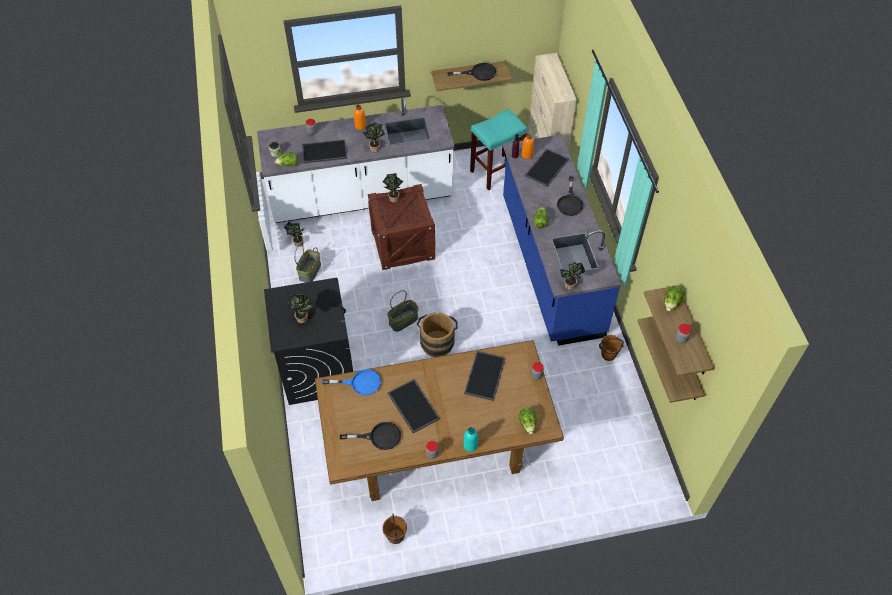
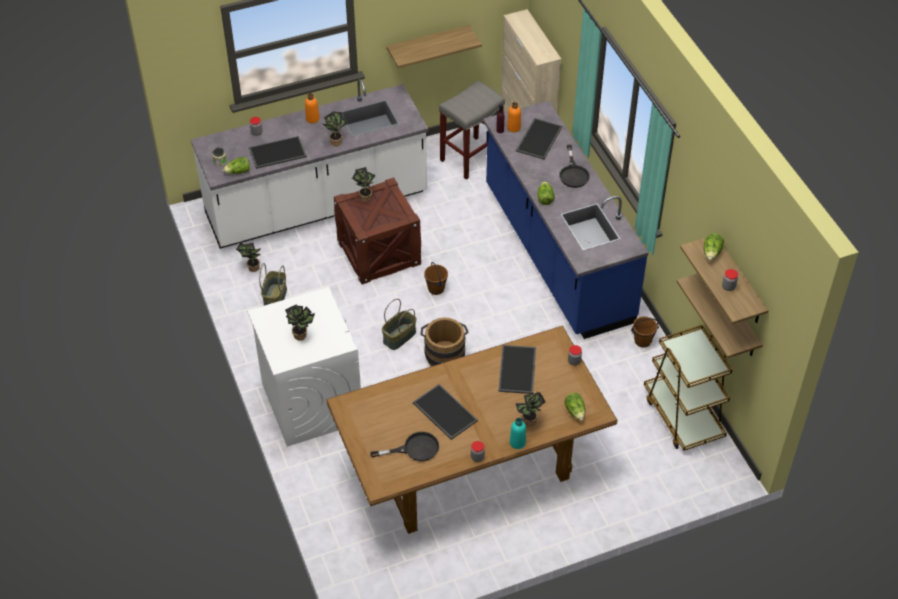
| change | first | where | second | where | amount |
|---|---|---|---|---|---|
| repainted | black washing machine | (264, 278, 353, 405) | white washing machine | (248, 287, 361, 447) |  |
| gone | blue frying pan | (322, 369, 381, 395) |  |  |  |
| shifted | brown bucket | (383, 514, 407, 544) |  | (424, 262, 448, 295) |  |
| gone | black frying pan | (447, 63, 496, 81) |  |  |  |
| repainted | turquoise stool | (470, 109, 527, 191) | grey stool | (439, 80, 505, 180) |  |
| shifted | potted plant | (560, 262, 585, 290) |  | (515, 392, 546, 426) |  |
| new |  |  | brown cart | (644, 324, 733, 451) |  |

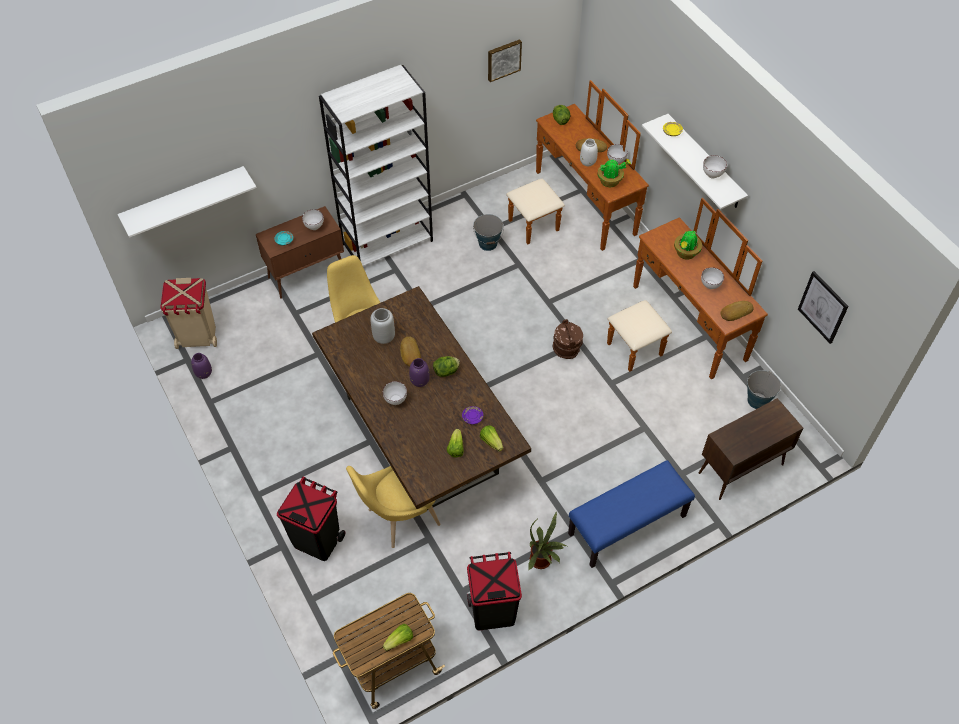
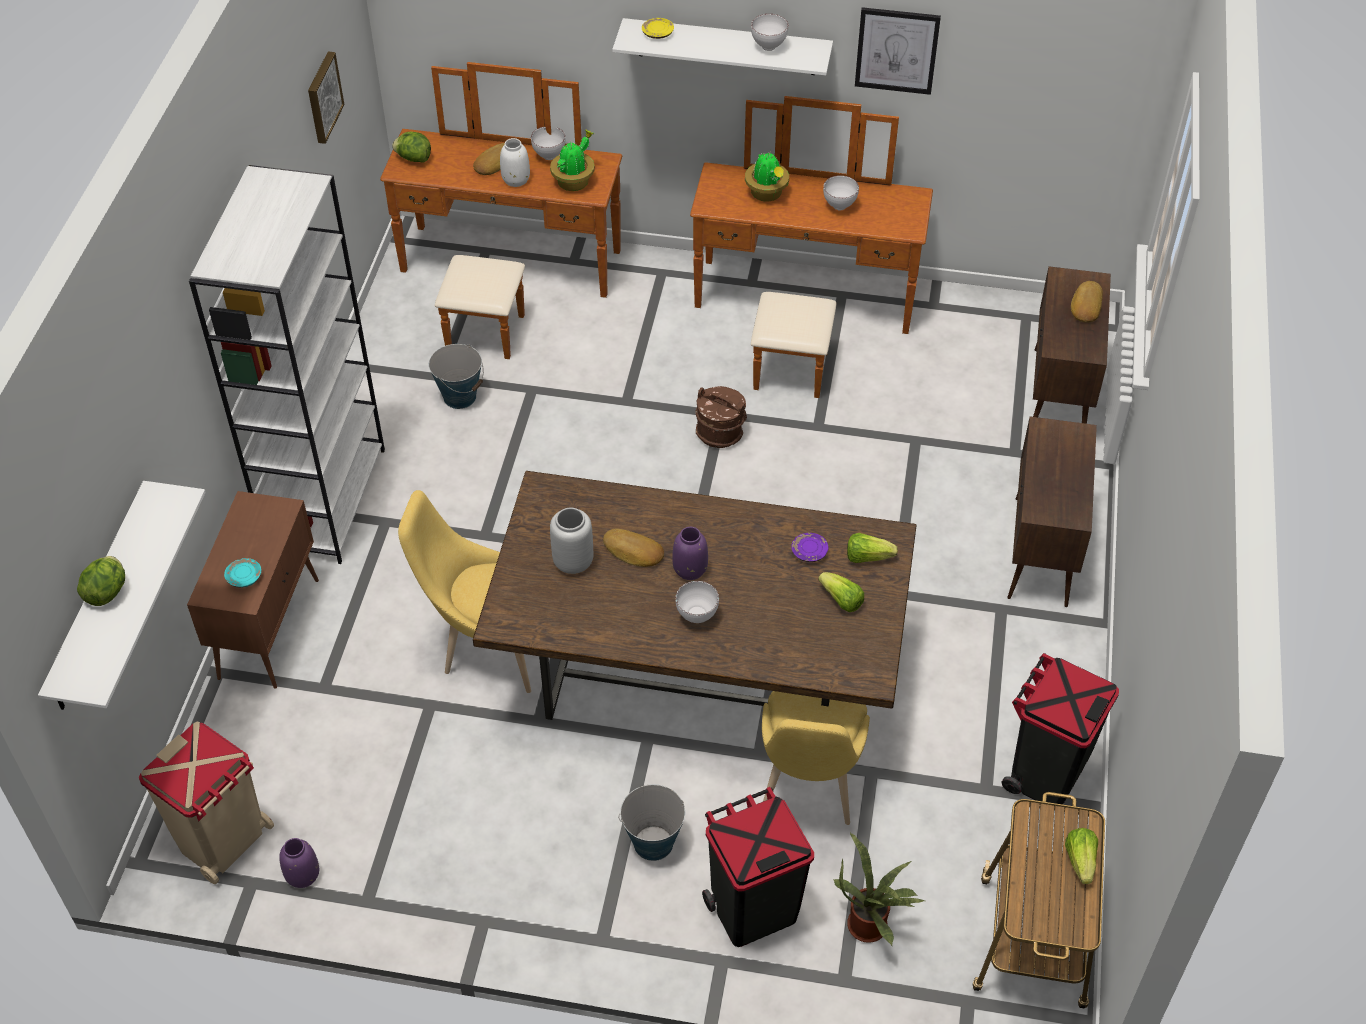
| change | first | where | second | where | amount |
|---|---|---|---|---|---|
| gone | white bowl | (302, 209, 324, 230) |  |  |  |
| shifted | lettuce | (433, 356, 460, 377) |  | (77, 556, 125, 606) |  |
| shifted | potted plant | (528, 512, 567, 571) |  | (833, 833, 925, 946) |  |
| swapped | blue bench | (568, 460, 695, 568) | brown cabinet | (1007, 416, 1097, 607) |  |
| shifted | bread | (720, 301, 754, 321) |  | (1071, 281, 1103, 323) |  |
| shifted | bucket | (747, 370, 781, 409) |  | (618, 784, 685, 861) |  |
| shifted | picture | (798, 271, 849, 344) |  | (855, 7, 941, 95) |  |

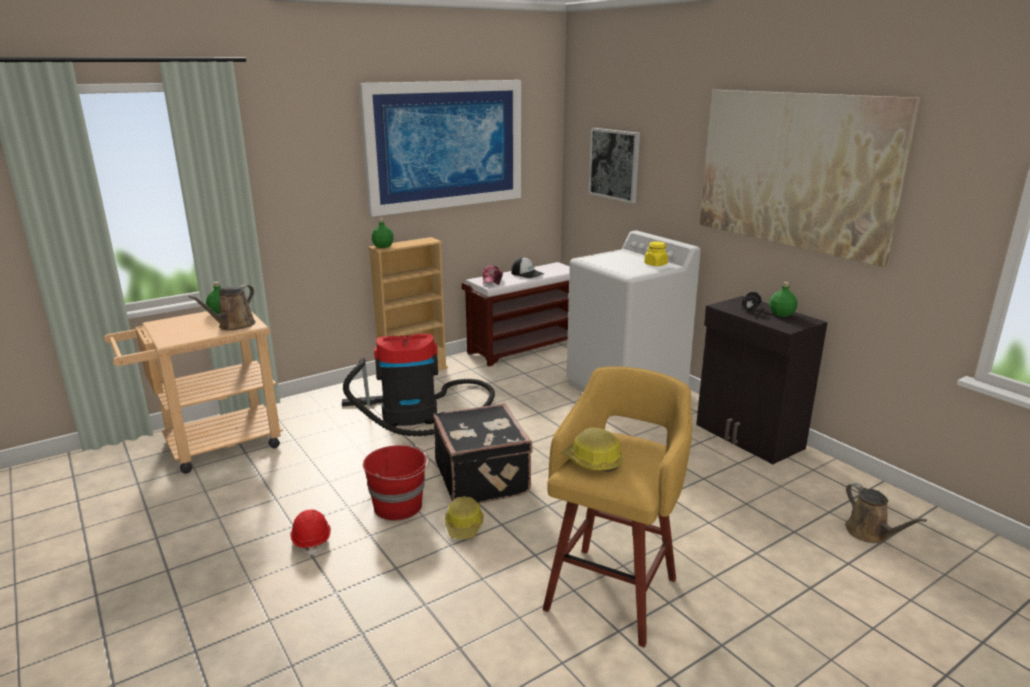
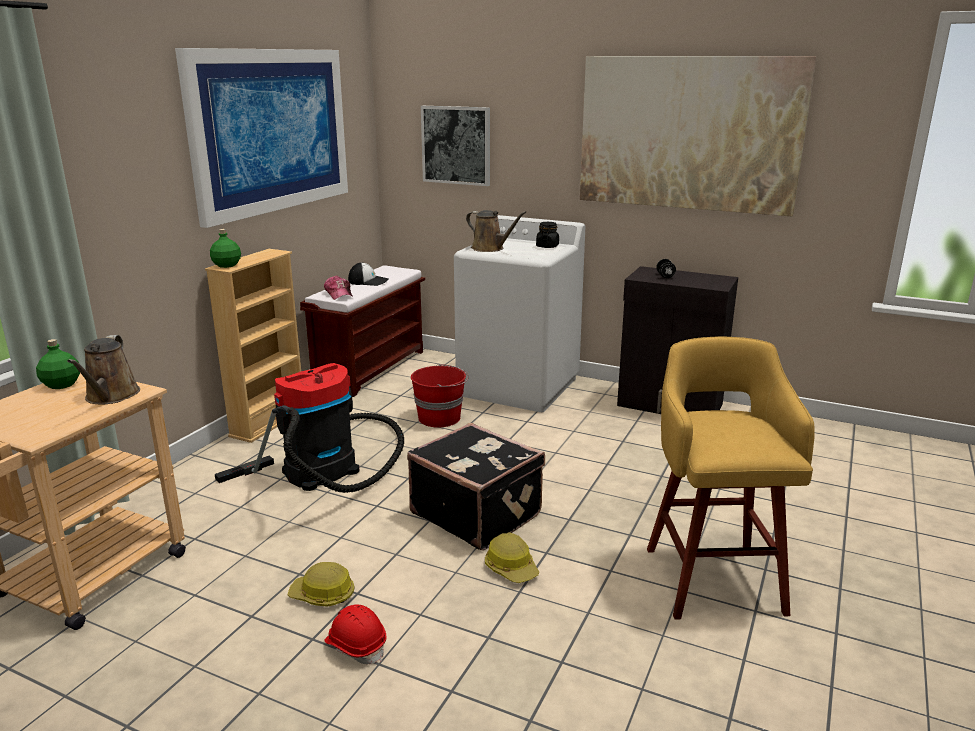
| change | first | where | second | where | amount |
|---|---|---|---|---|---|
| shifted | red bucket | (363, 445, 429, 520) |  | (411, 364, 468, 427) |  |
| shifted | hard hat | (560, 428, 623, 472) |  | (287, 562, 355, 607) |  |
| repainted | yellow jar | (644, 241, 668, 266) | black jar | (536, 222, 559, 248) |  |
| gone | green bottle | (769, 282, 798, 317) |  |  |  |
| shifted | brown watering can | (845, 483, 927, 543) |  | (466, 210, 527, 252) |  |

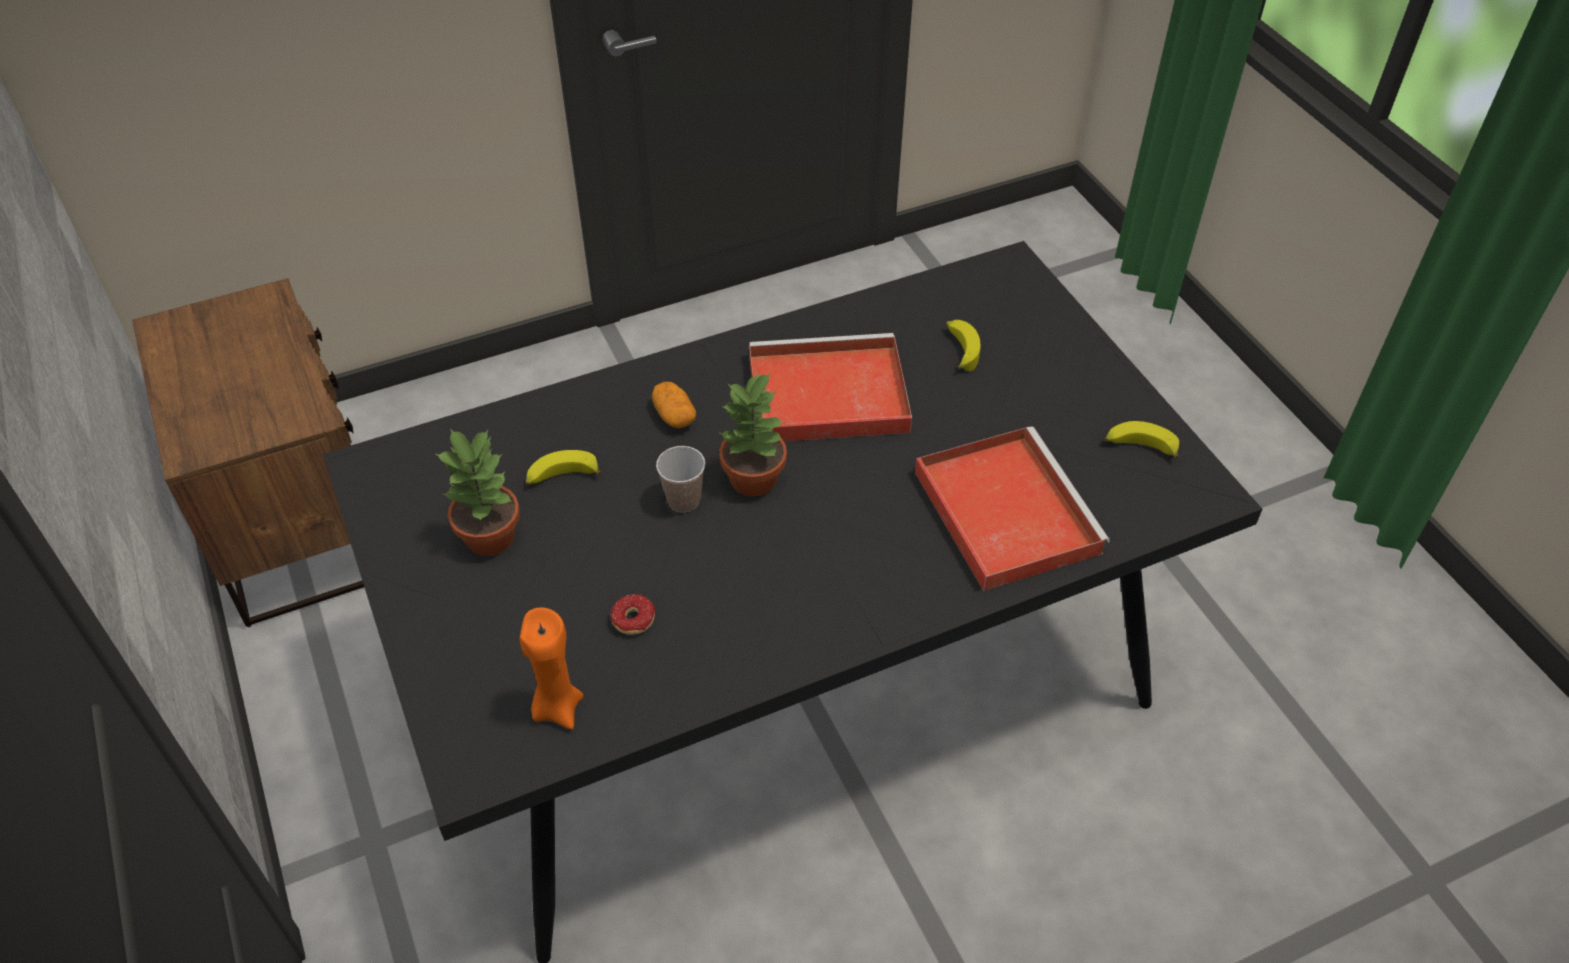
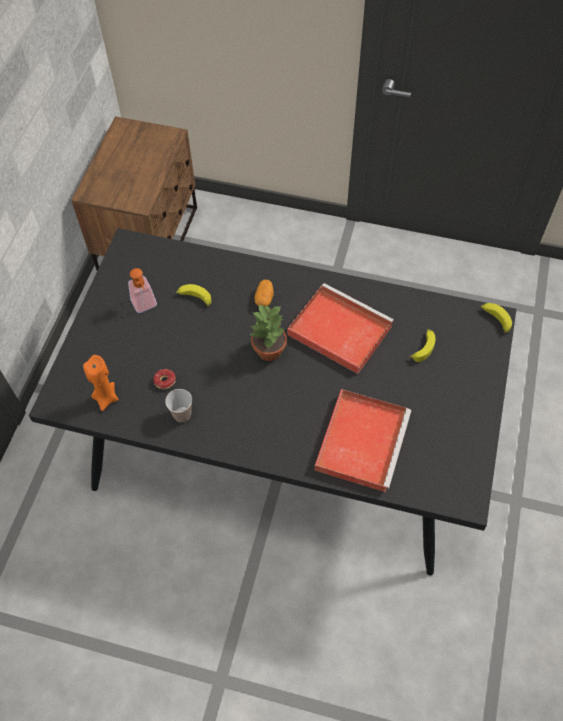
| change | first | where | second | where | amount |
|---|---|---|---|---|---|
| swapped | potted plant | (435, 429, 520, 556) | soap dispenser | (128, 268, 157, 313) |  |
| shifted | cup | (656, 446, 705, 513) |  | (165, 389, 192, 423) |  |
| shifted | banana | (1105, 421, 1179, 458) |  | (481, 303, 512, 334) |  |

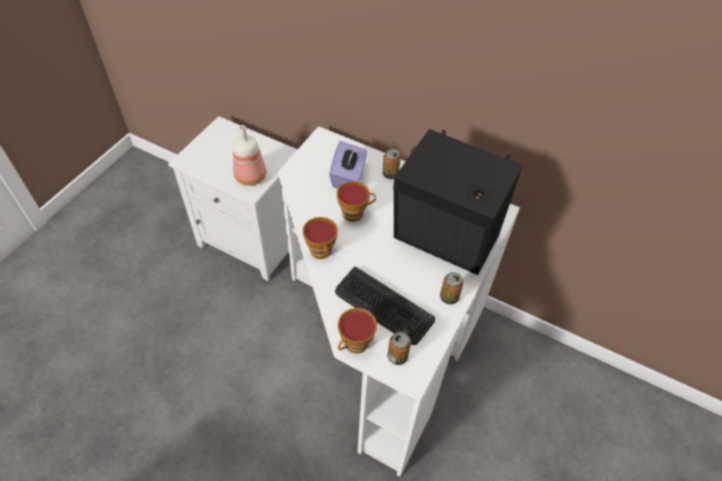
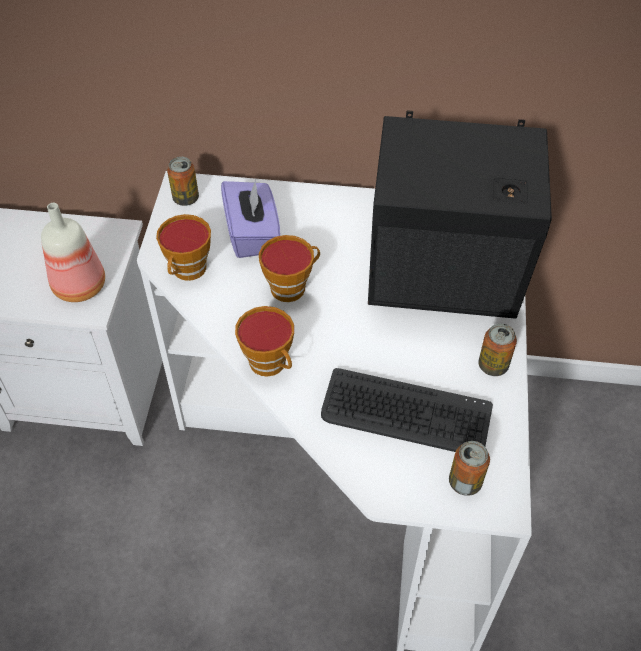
| change | first | where | second | where | amount |
|---|---|---|---|---|---|
| shifted | cup | (338, 308, 377, 354) |  | (156, 214, 211, 281) |  |
| shifted | can | (383, 149, 401, 179) |  | (167, 157, 199, 206) |  |

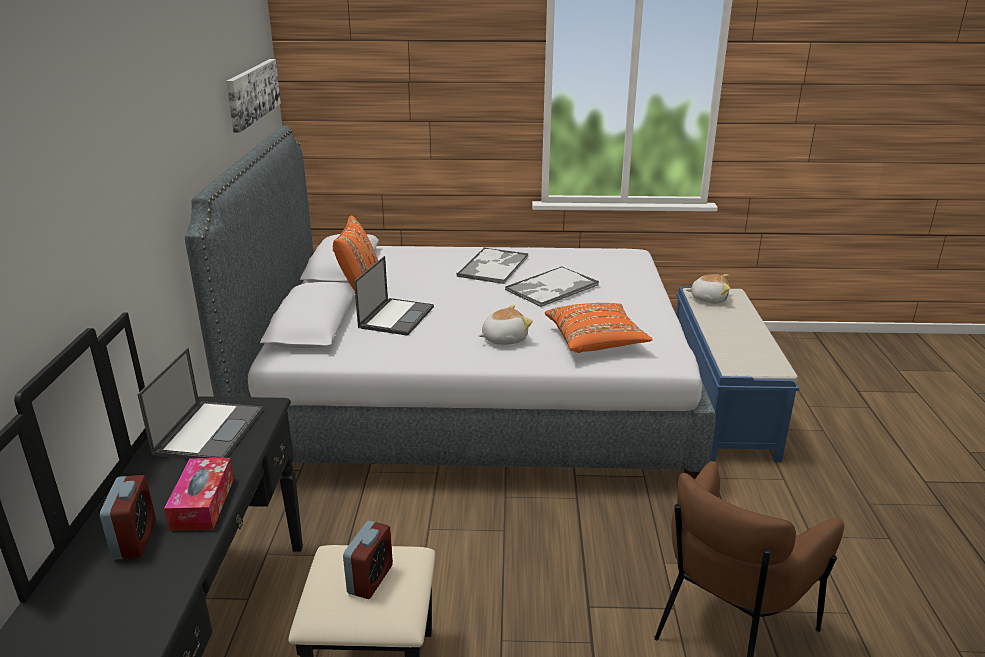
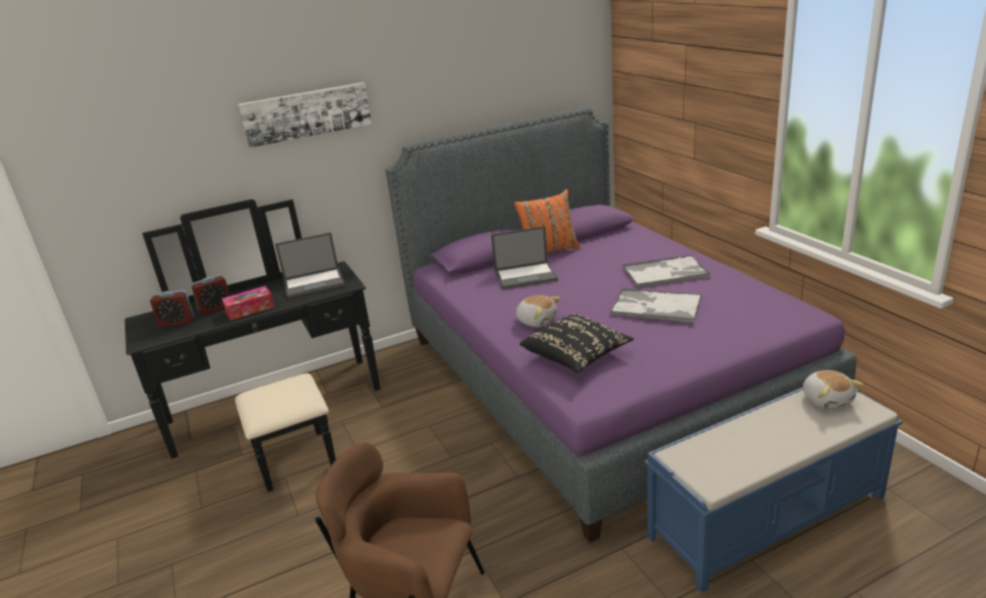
| change | first | where | second | where | amount |
|---|---|---|---|---|---|
| repainted | grey bed | (185, 126, 716, 480) | purple bed | (386, 108, 856, 543) |  |
| shifted | picture | (226, 59, 281, 133) |  | (238, 82, 372, 148) |  |
| shifted | alarm clock | (343, 521, 393, 599) |  | (150, 290, 194, 328) |  |
| repainted | orange pillow | (545, 303, 653, 353) | black pillow | (520, 313, 634, 373) |  |

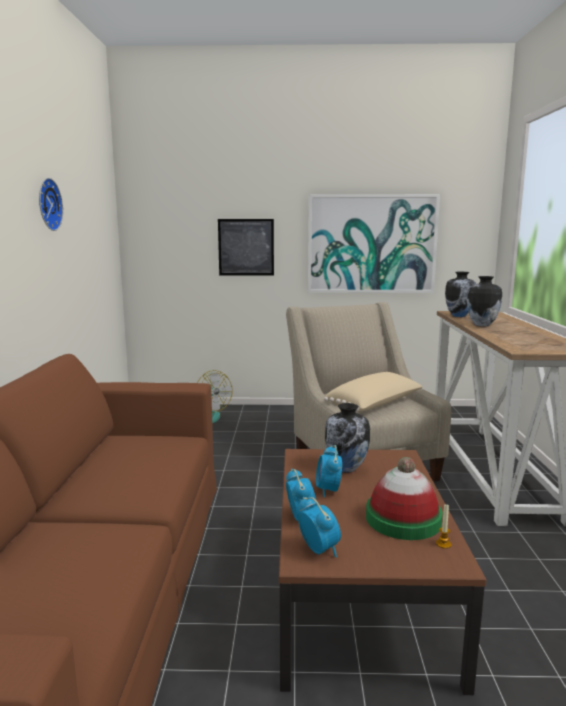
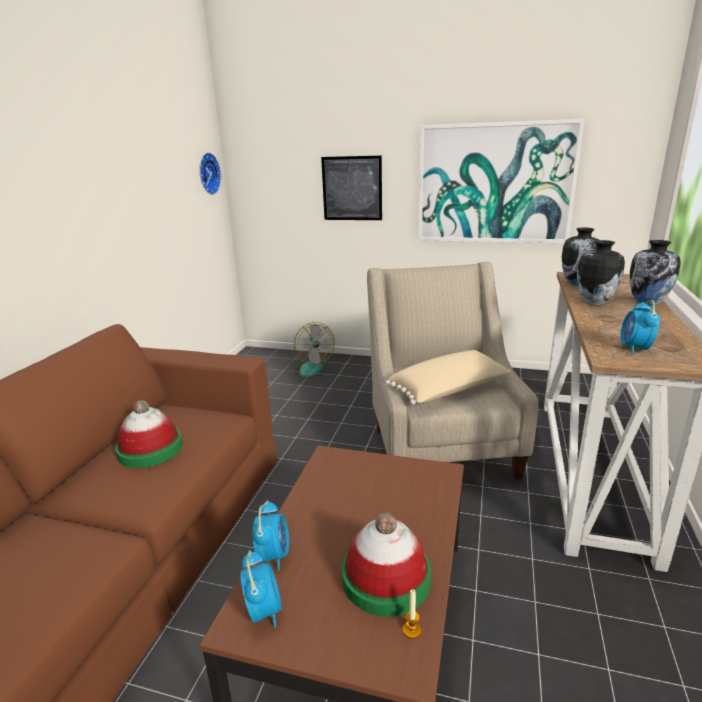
| change | first | where | second | where | amount |
|---|---|---|---|---|---|
| shifted | wall clock | (39, 178, 63, 231) |  | (199, 152, 221, 195) |  |
| shifted | alarm clock | (316, 445, 342, 497) |  | (620, 300, 660, 354) |  |
| shifted | vase | (325, 403, 370, 473) |  | (630, 240, 681, 306) |  |
| new |  |  | hat | (115, 400, 183, 468) |  |

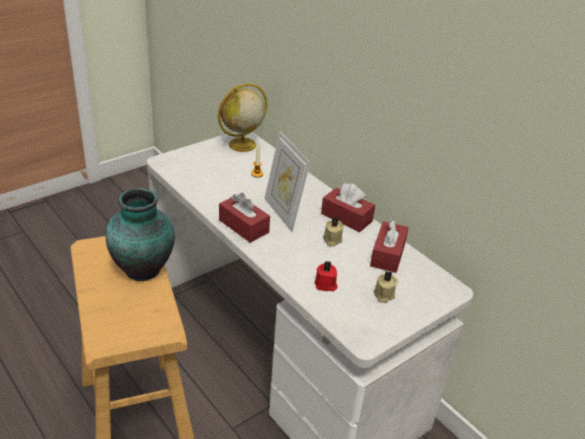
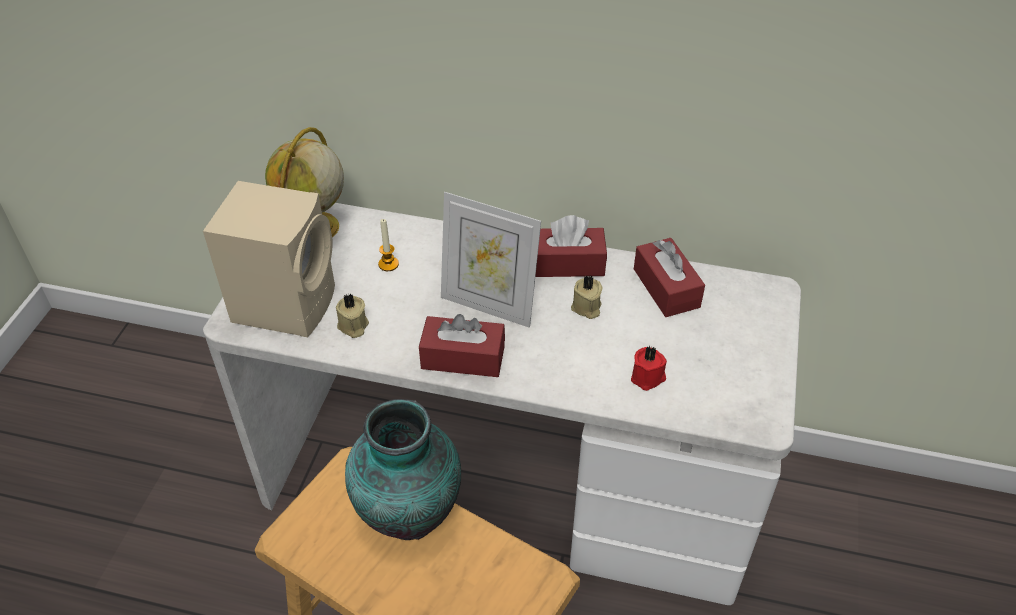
| change | first | where | second | where | amount |
|---|---|---|---|---|---|
| shifted | beige candle | (373, 271, 398, 303) |  | (336, 294, 369, 338) |  |
| new |  |  | beige speaker | (203, 181, 335, 337) |  |

